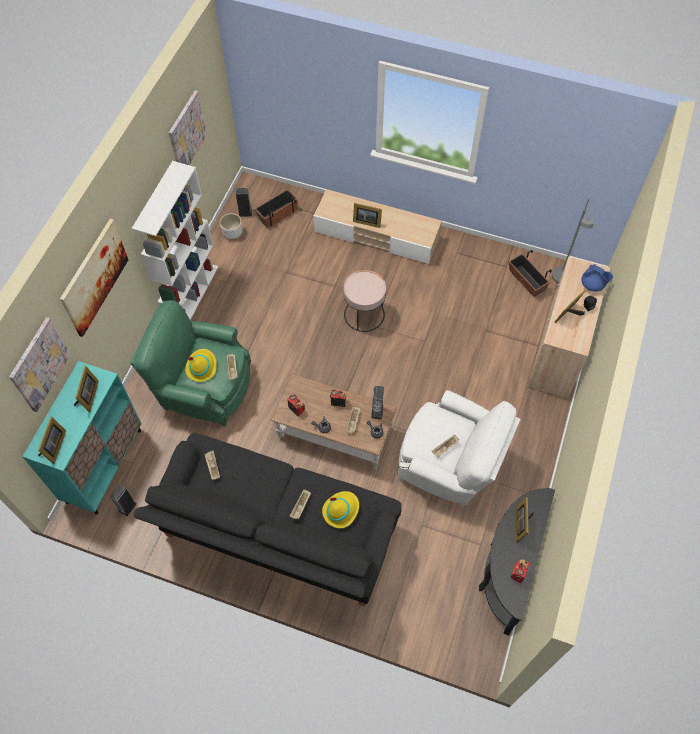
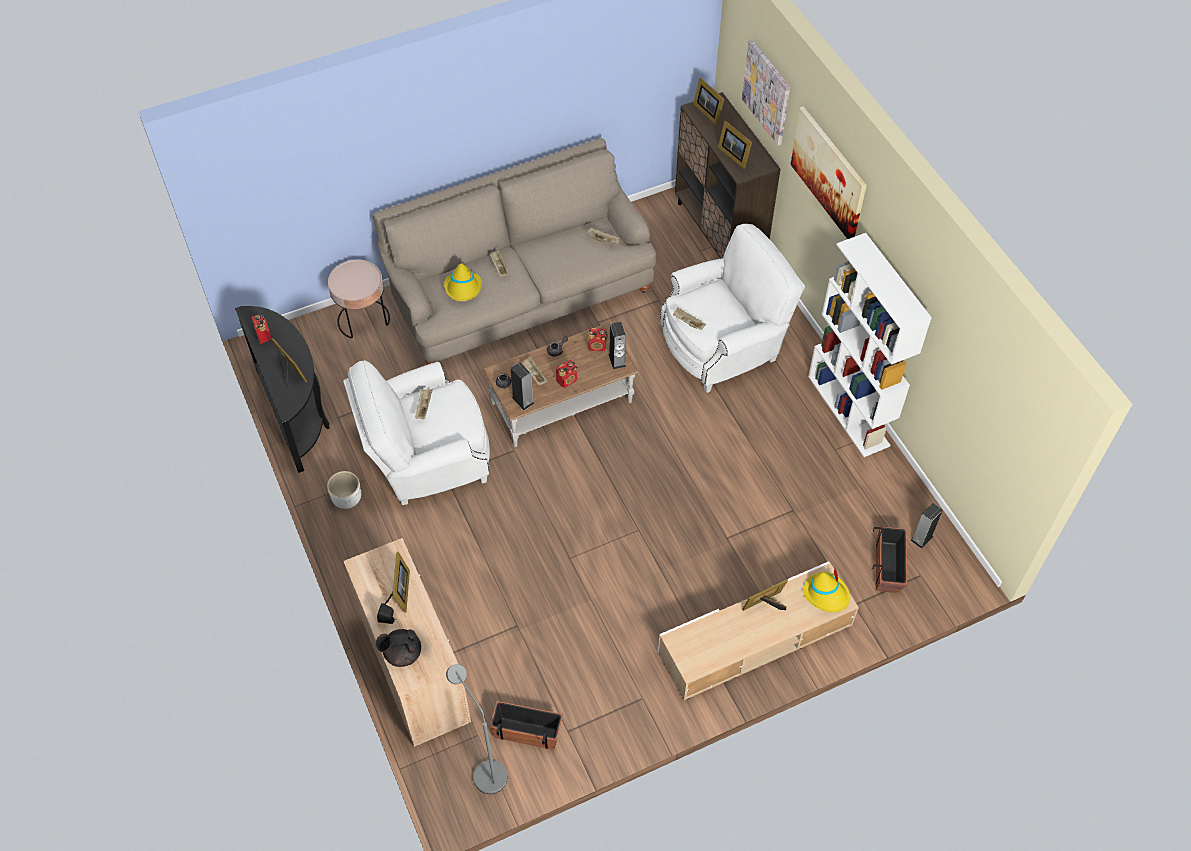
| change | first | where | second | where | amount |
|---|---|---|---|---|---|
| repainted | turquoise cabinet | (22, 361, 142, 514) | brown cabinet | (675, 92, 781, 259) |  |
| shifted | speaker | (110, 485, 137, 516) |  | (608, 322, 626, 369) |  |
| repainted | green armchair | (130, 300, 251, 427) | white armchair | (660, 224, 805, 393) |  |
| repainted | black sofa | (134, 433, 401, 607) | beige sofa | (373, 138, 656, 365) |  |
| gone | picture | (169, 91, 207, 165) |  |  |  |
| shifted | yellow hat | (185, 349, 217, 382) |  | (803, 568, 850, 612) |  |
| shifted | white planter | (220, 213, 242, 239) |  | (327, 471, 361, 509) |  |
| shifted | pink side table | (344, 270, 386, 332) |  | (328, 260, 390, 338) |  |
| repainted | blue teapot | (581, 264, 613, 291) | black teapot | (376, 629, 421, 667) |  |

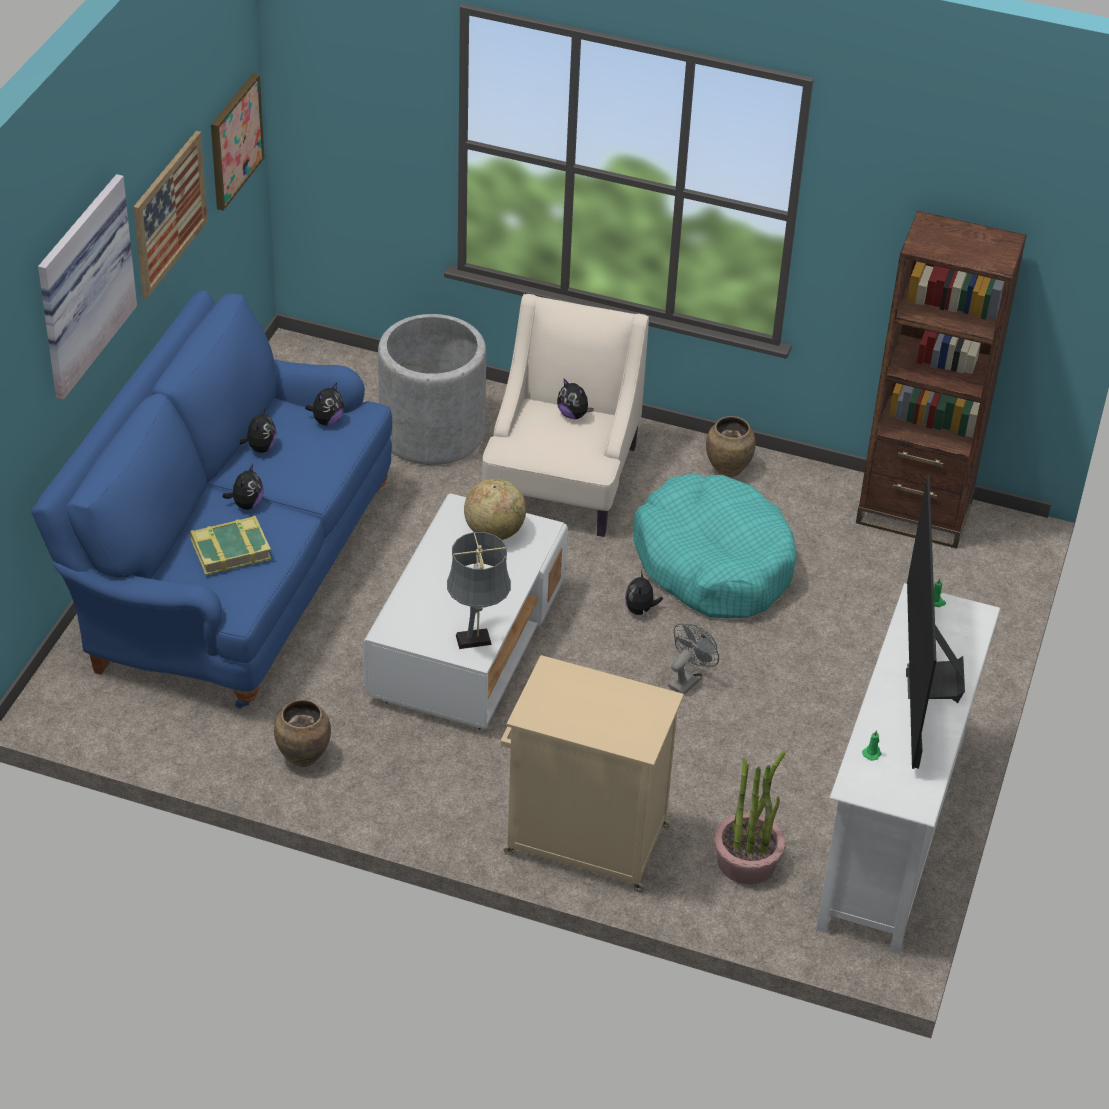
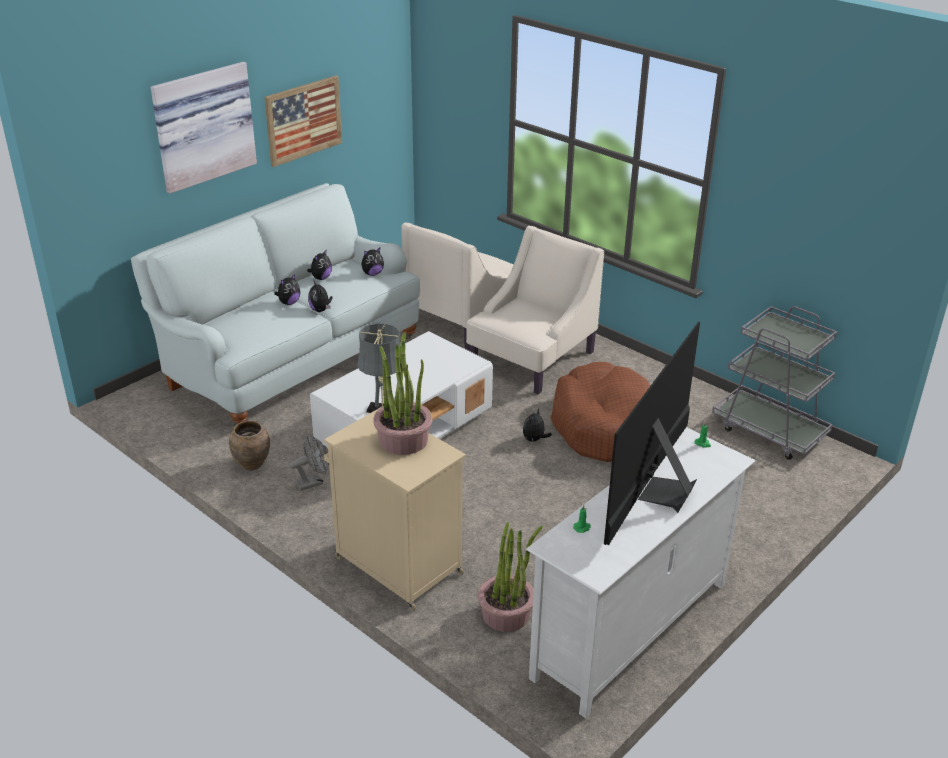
| change | first | where | second | where | amount |
|---|---|---|---|---|---|
| repainted | blue sofa | (31, 291, 392, 708) | white sofa | (131, 183, 420, 427) |  |
| gone | book | (190, 516, 271, 575) |  |  |  |
| gone | picture | (211, 73, 265, 211) |  |  |  |
| swapped | grey planter | (378, 314, 486, 465) | beige armchair | (401, 223, 514, 351) |  |
| gone | globe | (464, 479, 526, 540) |  |  |  |
| shifted | plush toy | (557, 379, 594, 419) |  | (308, 281, 333, 312) |  |
| repainted | turquoise dog bed | (633, 473, 797, 619) | brown dog bed | (551, 362, 651, 462) |  |
| shifted | grey fan | (668, 623, 719, 695) |  | (290, 435, 329, 491) |  |
| gone | brown vase | (706, 416, 756, 477) |  |  |  |
| swapped | brown bookcase | (856, 211, 1027, 549) | grey cart | (712, 306, 837, 460) |  |
| new |  |  | potted plant | (373, 332, 433, 455) |  |

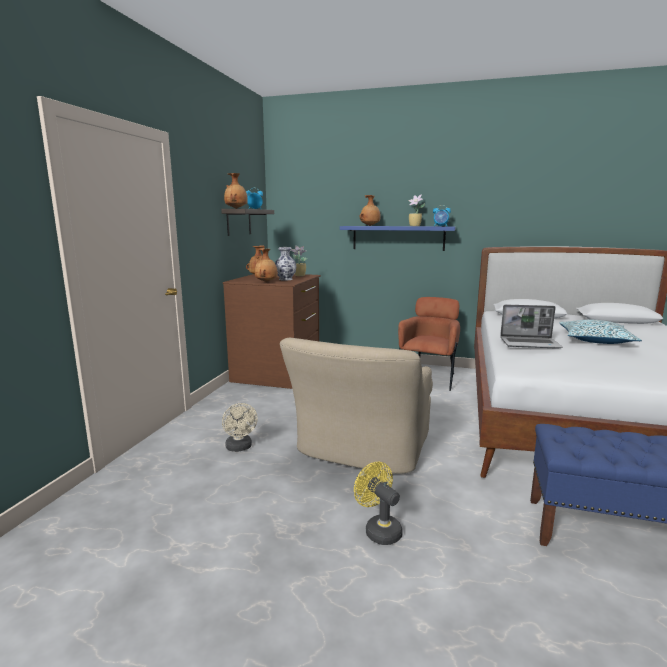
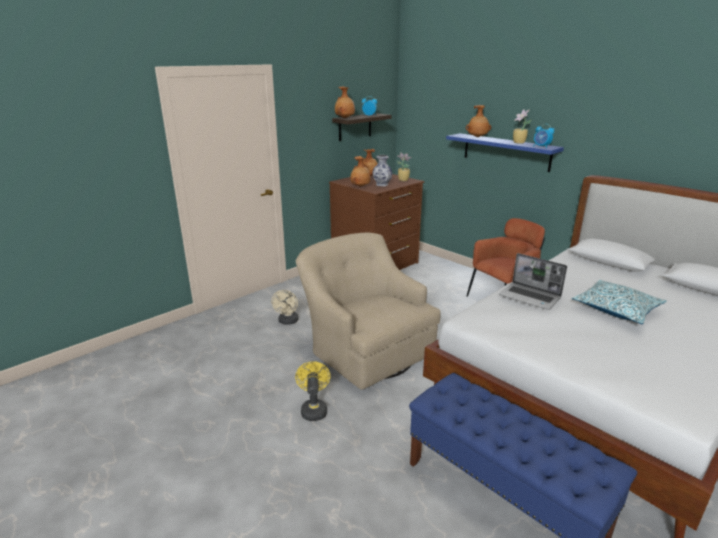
| change | first | where | second | where | amount |
|---|---|---|---|---|---|
| rotated | beige armchair | (280, 338, 433, 474) |  | (296, 232, 441, 390) | 90 degrees clockwise |

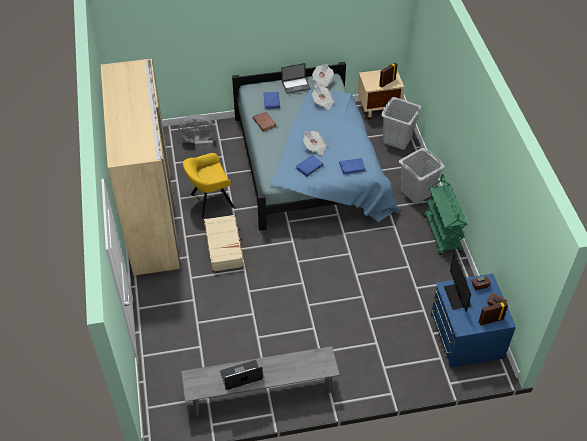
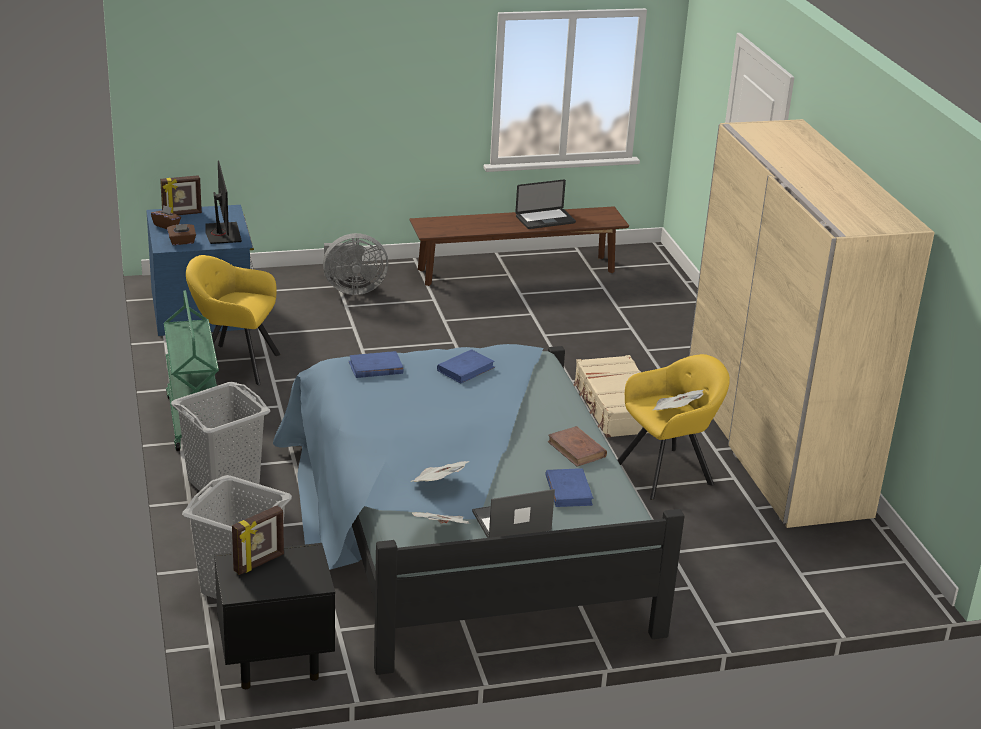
| change | first | where | second | where | amount |
|---|---|---|---|---|---|
| shifted | grey fan | (179, 114, 214, 157) |  | (323, 233, 388, 295) |  |
| repainted | grey bench | (181, 346, 340, 416) | brown bench | (410, 206, 629, 286) |  |
| shifted | newspaper | (303, 131, 327, 155) |  | (652, 390, 703, 411) |  |
| repainted | beige nightstand | (358, 70, 404, 120) | black nightstand | (214, 543, 335, 689) |  |
| new |  |  | yellow armchair | (186, 255, 281, 385) |  |

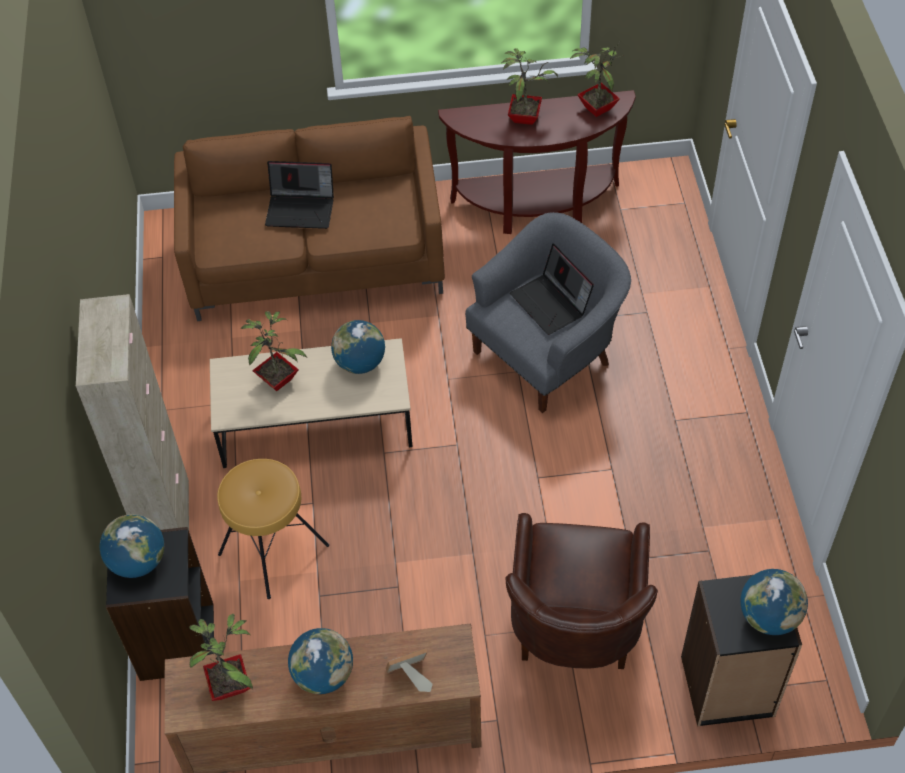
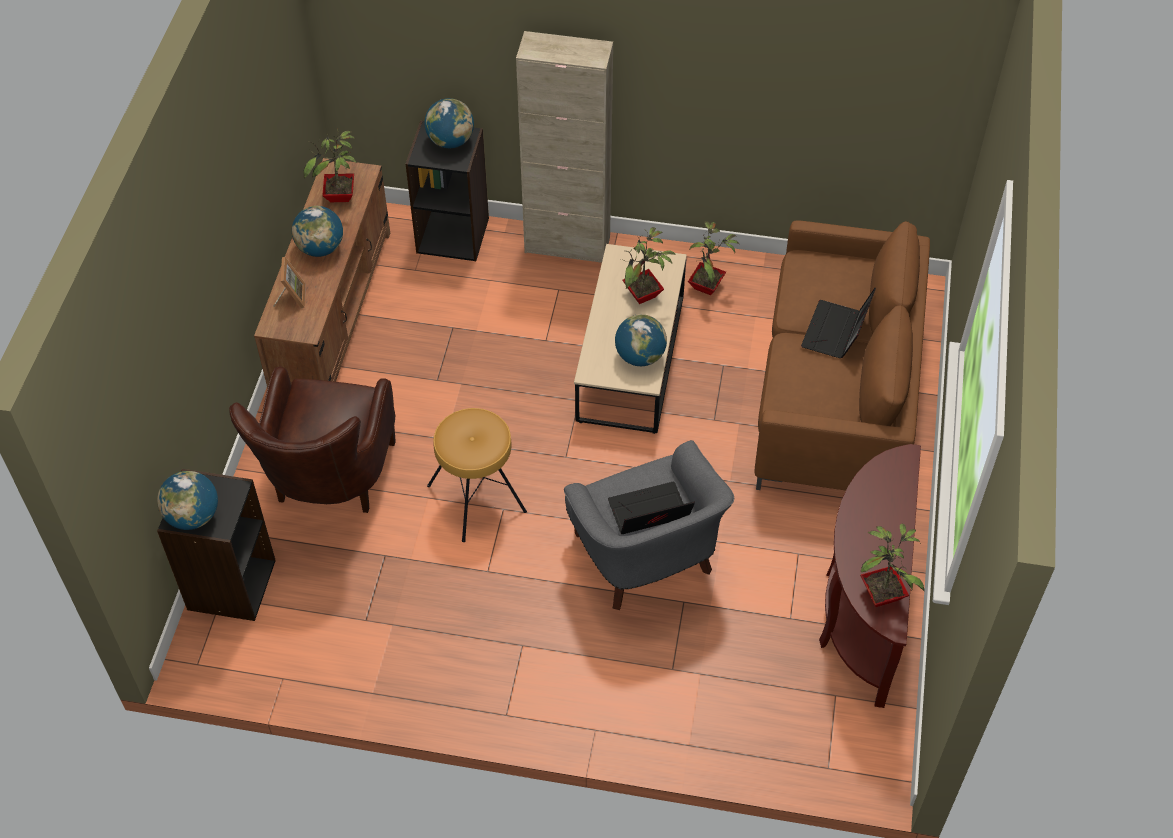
| change | first | where | second | where | amount |
|---|---|---|---|---|---|
| shifted | brown stool | (217, 459, 329, 599) |  | (427, 408, 527, 542) |  |
| shifted | potted plant | (502, 48, 558, 125) |  | (688, 221, 739, 295) |  |
| rotated | brown armchair | (505, 513, 658, 669) |  | (229, 366, 396, 513) | 105 degrees counterclockwise |

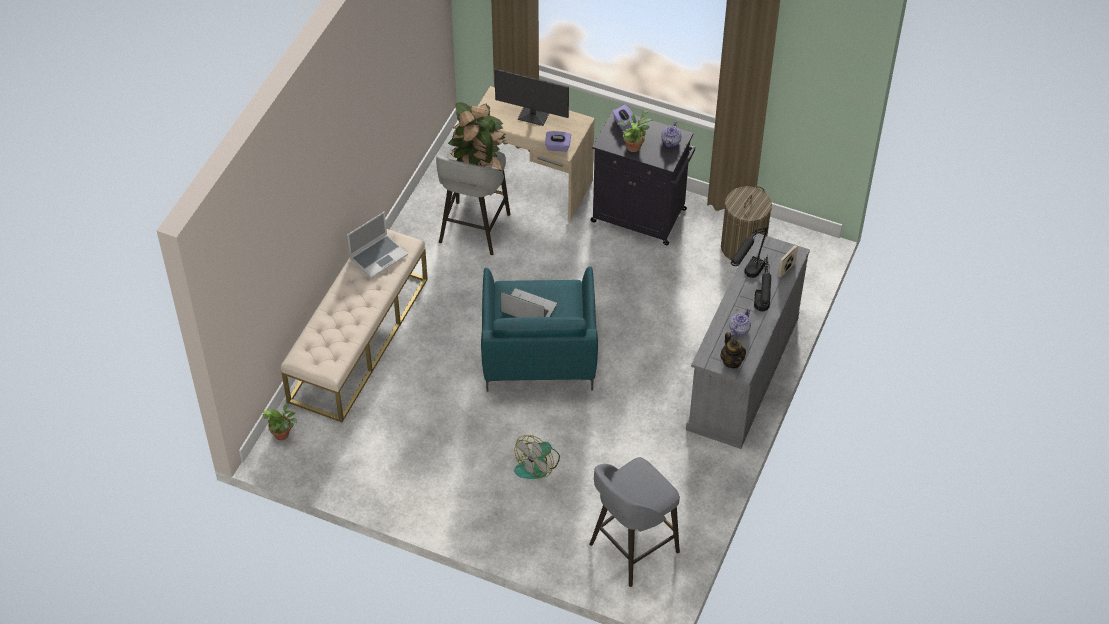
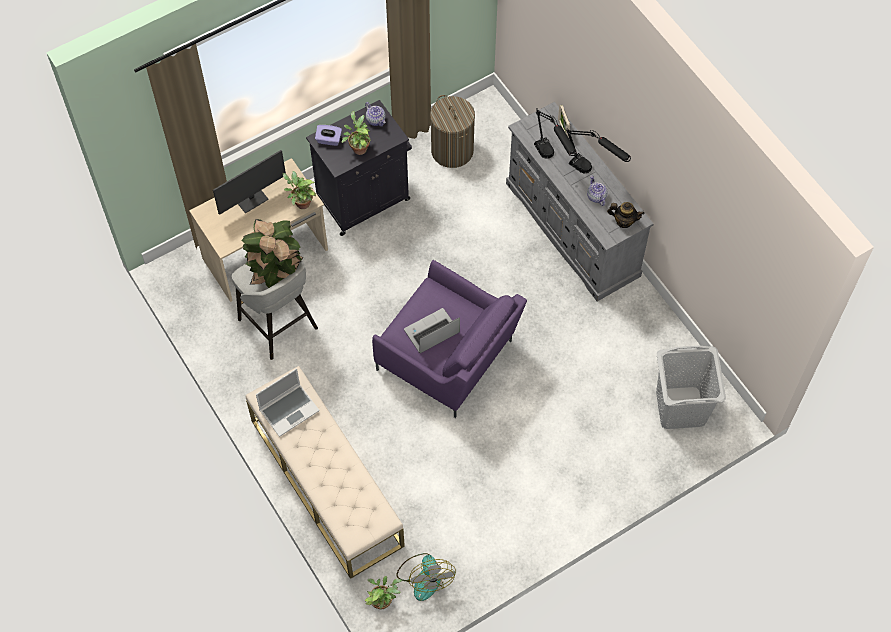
| change | first | where | second | where | amount |
|---|---|---|---|---|---|
| rotated | laptop | (347, 212, 408, 278) |  | (256, 368, 320, 437) | 60 degrees clockwise |
| repainted | turquoise armchair | (481, 266, 598, 392) | purple armchair | (372, 260, 527, 418) |  |
| shifted | fan | (514, 435, 560, 479) |  | (396, 553, 456, 601) |  |
| swapped | purple tissue box | (545, 131, 571, 152) | potted plant | (282, 171, 316, 209) |  |
| swapped | grey stool | (589, 457, 680, 587) | grey laundry basket | (656, 346, 726, 429) |  |

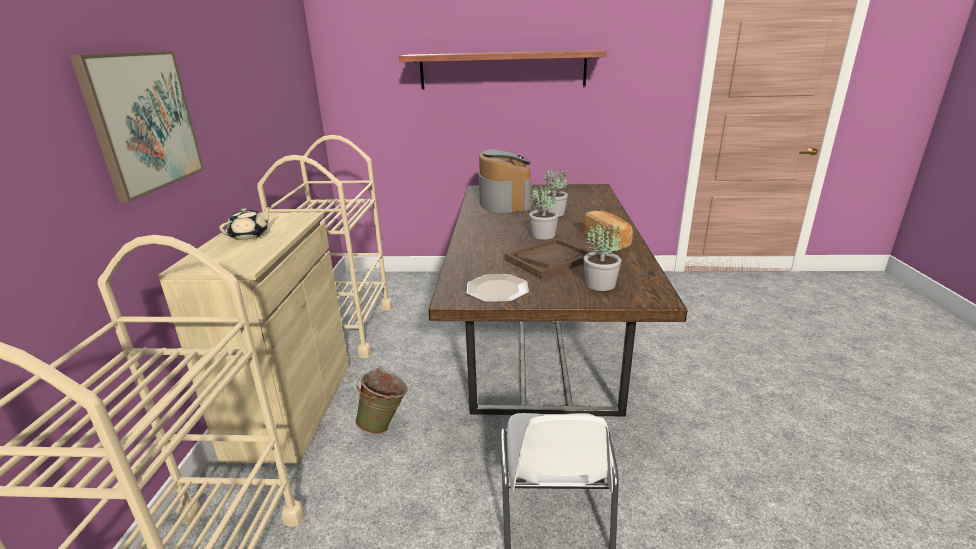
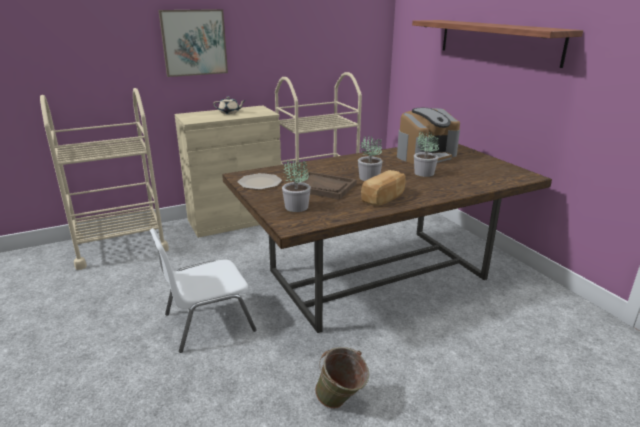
| change | first | where | second | where | amount |
|---|---|---|---|---|---|
| shifted | green bucket | (355, 368, 408, 434) |  | (315, 347, 369, 409) |  |

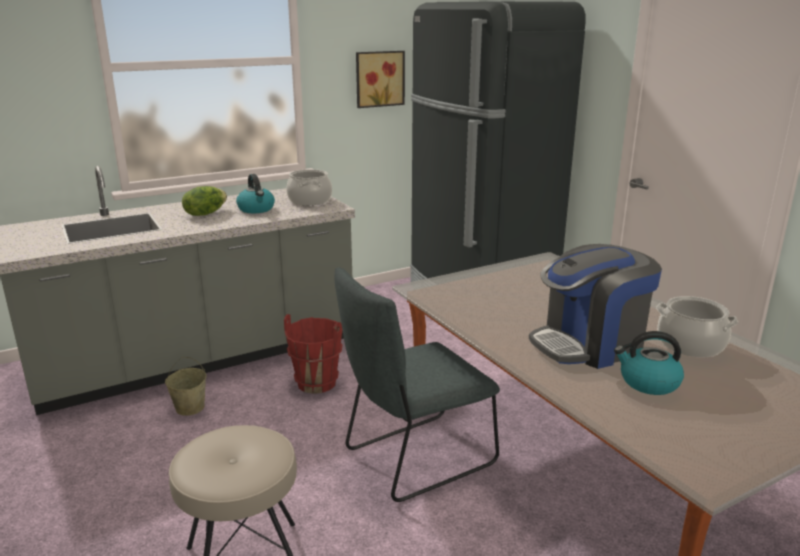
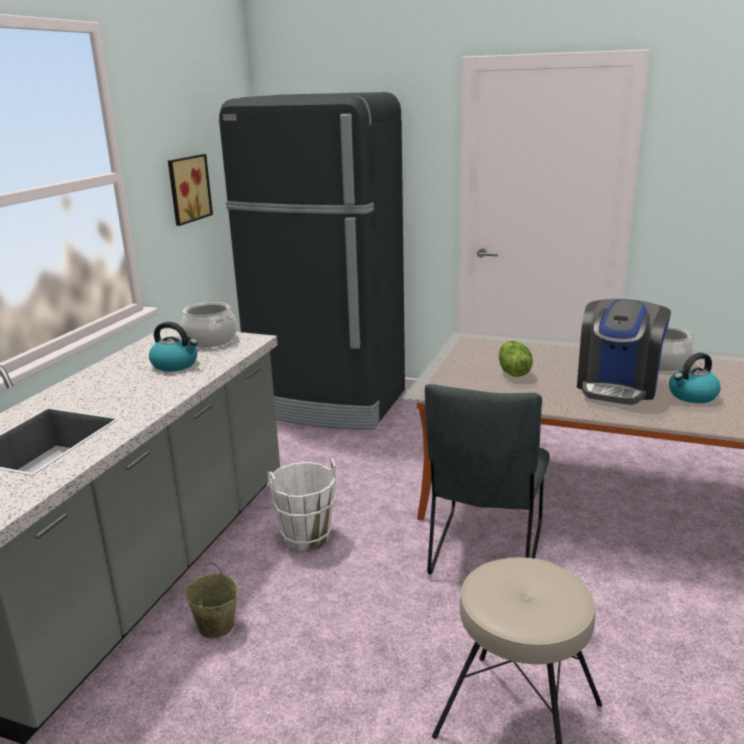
| change | first | where | second | where | amount |
|---|---|---|---|---|---|
| shifted | lettuce | (182, 186, 227, 216) |  | (499, 341, 533, 377) |  |
| repainted | red bucket | (284, 314, 342, 394) | white bucket | (268, 458, 336, 551) |  |

